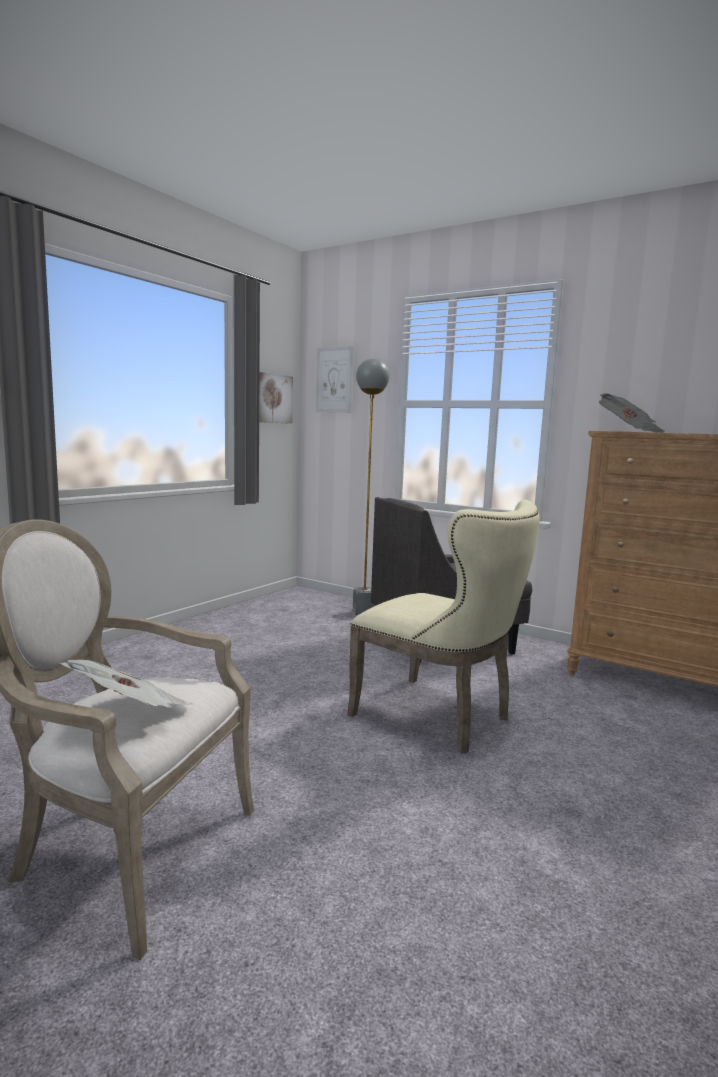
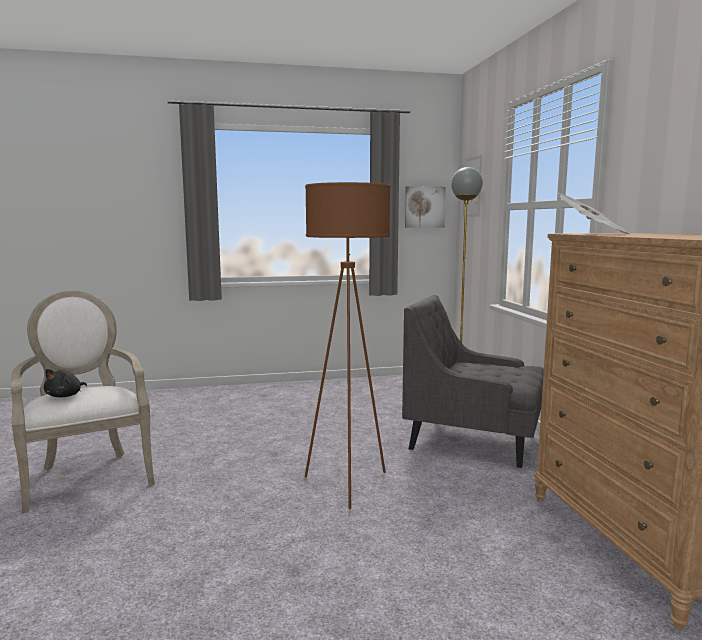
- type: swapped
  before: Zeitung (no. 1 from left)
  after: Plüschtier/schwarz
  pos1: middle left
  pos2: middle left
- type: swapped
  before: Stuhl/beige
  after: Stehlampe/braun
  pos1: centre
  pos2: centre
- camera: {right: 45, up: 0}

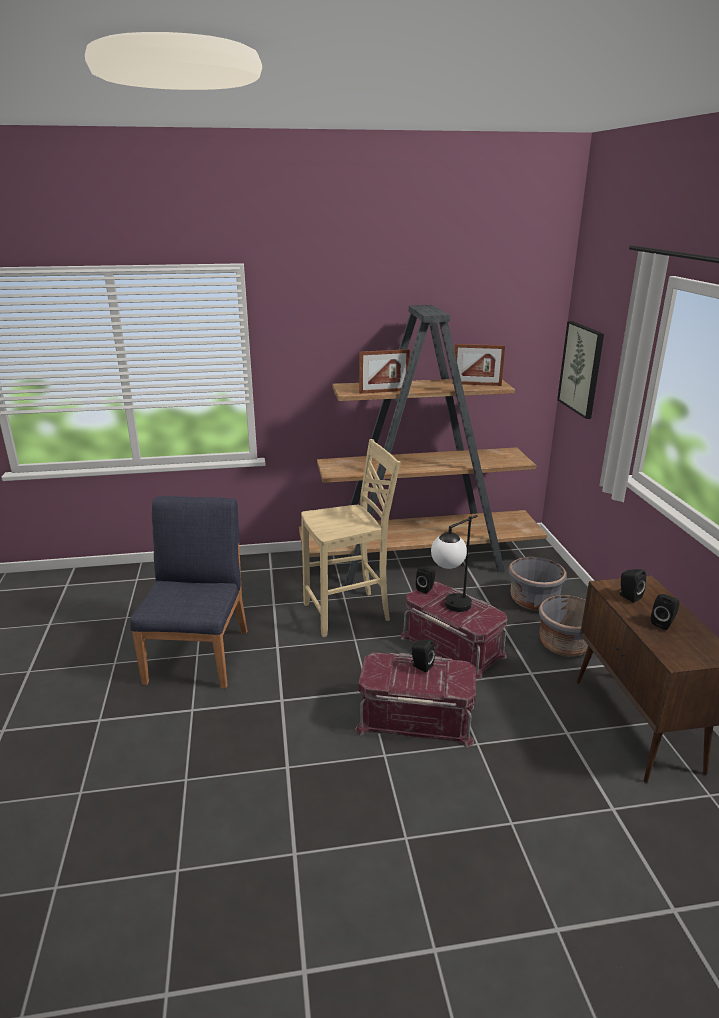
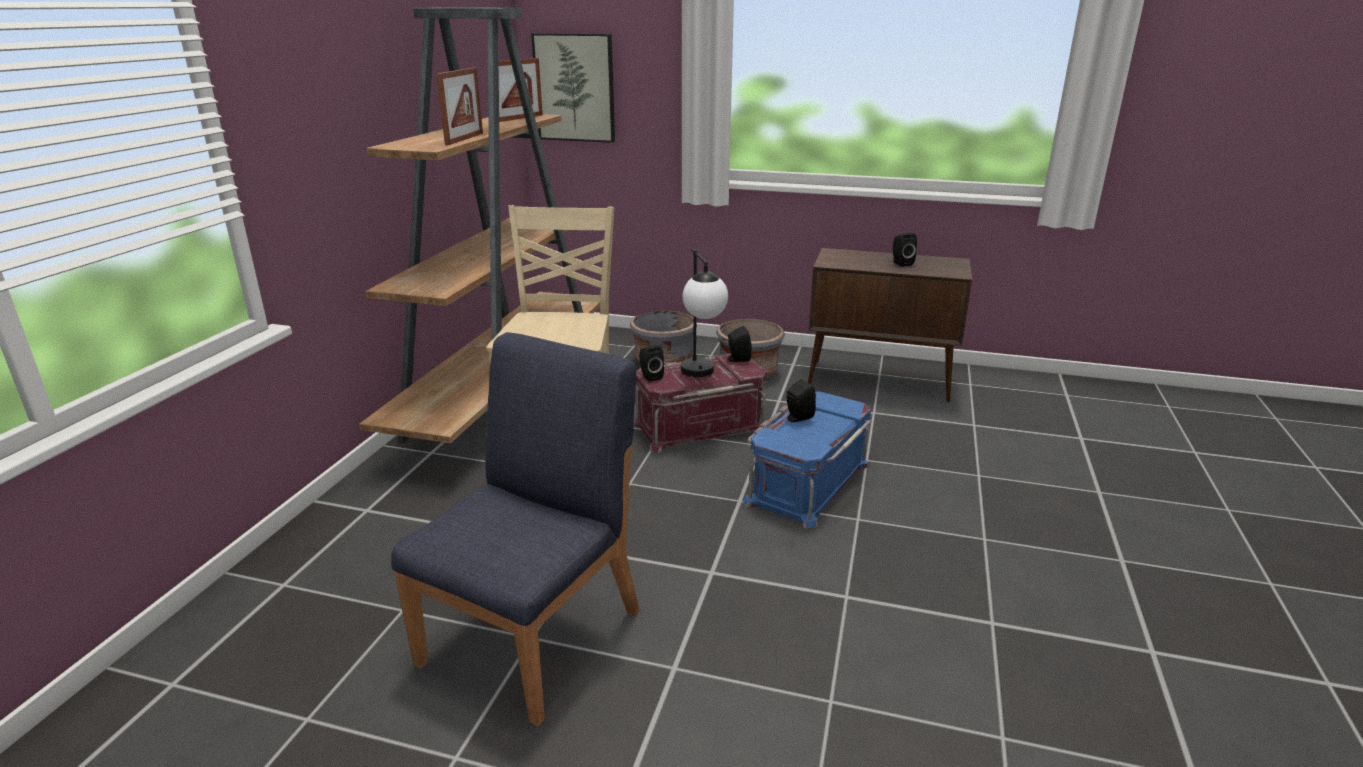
- type: shifted
  before: Lautsprecher/schwarz (no. 3 from left in the first image)
  after: Lautsprecher/schwarz (no. 2 from left)
  pos1: middle right
  pos2: centre
- type: repainted
  before: Aufbewahrungsbox/rot (no. 1 from left)
  after: Aufbewahrungsbox/blau
  pos1: bottom centre
  pos2: centre
- type: rotated
  before: Stuhl/blau
  pos1: middle left
  pos2: bottom centre
  turn: 90
- camera: {right: -65, up: 0}

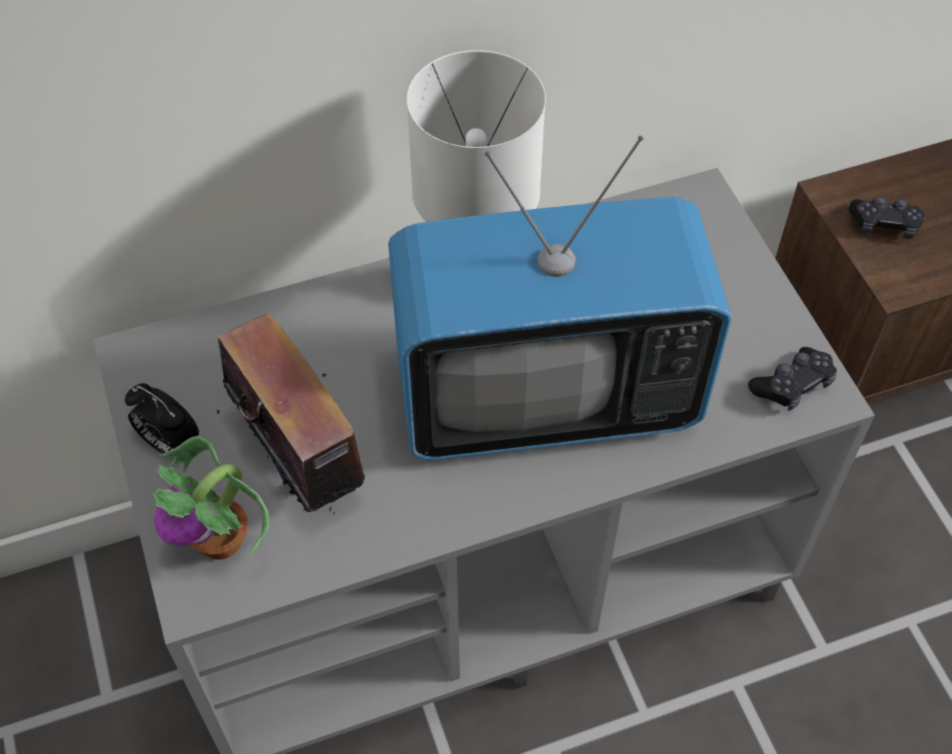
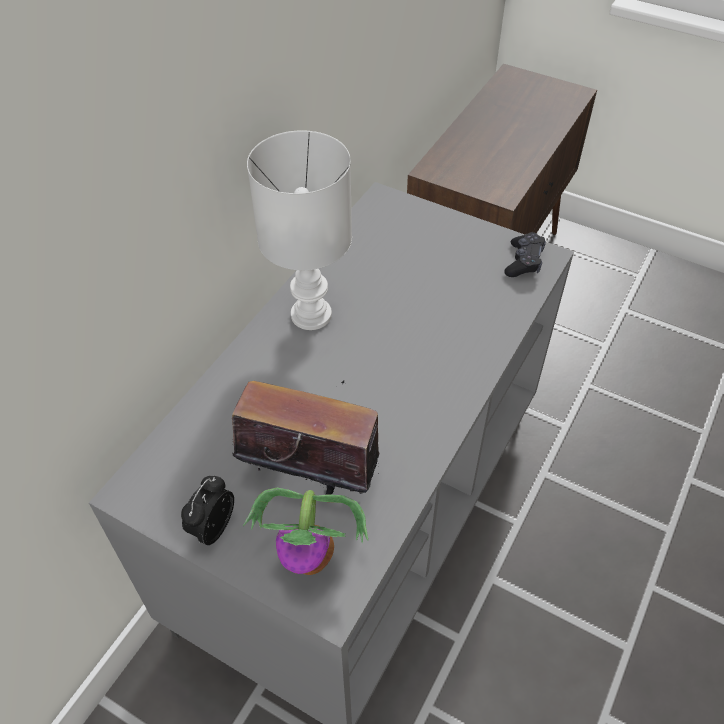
- type: gone
  before: Fernseher
  pos1: centre
- type: gone
  before: Gamepad/schwarz (no. 2 from left)
  pos1: top right
- type: rotated
  before: Wecker
  pos1: middle left
  pos2: bottom left
  turn: 120
- camera: {right: -40, up: -5}

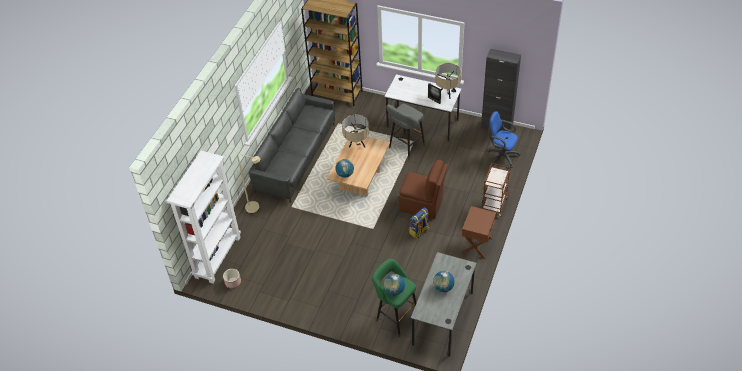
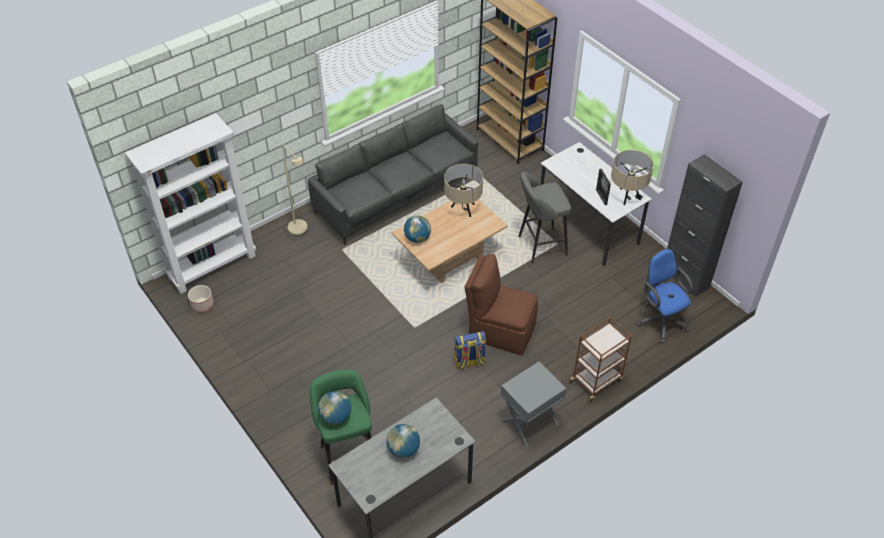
- type: repainted
  before: Nachttisch/braun
  after: Nachttisch/grau
  pos1: centre
  pos2: bottom centre
- type: rotated
  before: Stuhl/braun
  pos1: centre
  pos2: centre
  turn: 150
- camera: {right: 30, up: 0}

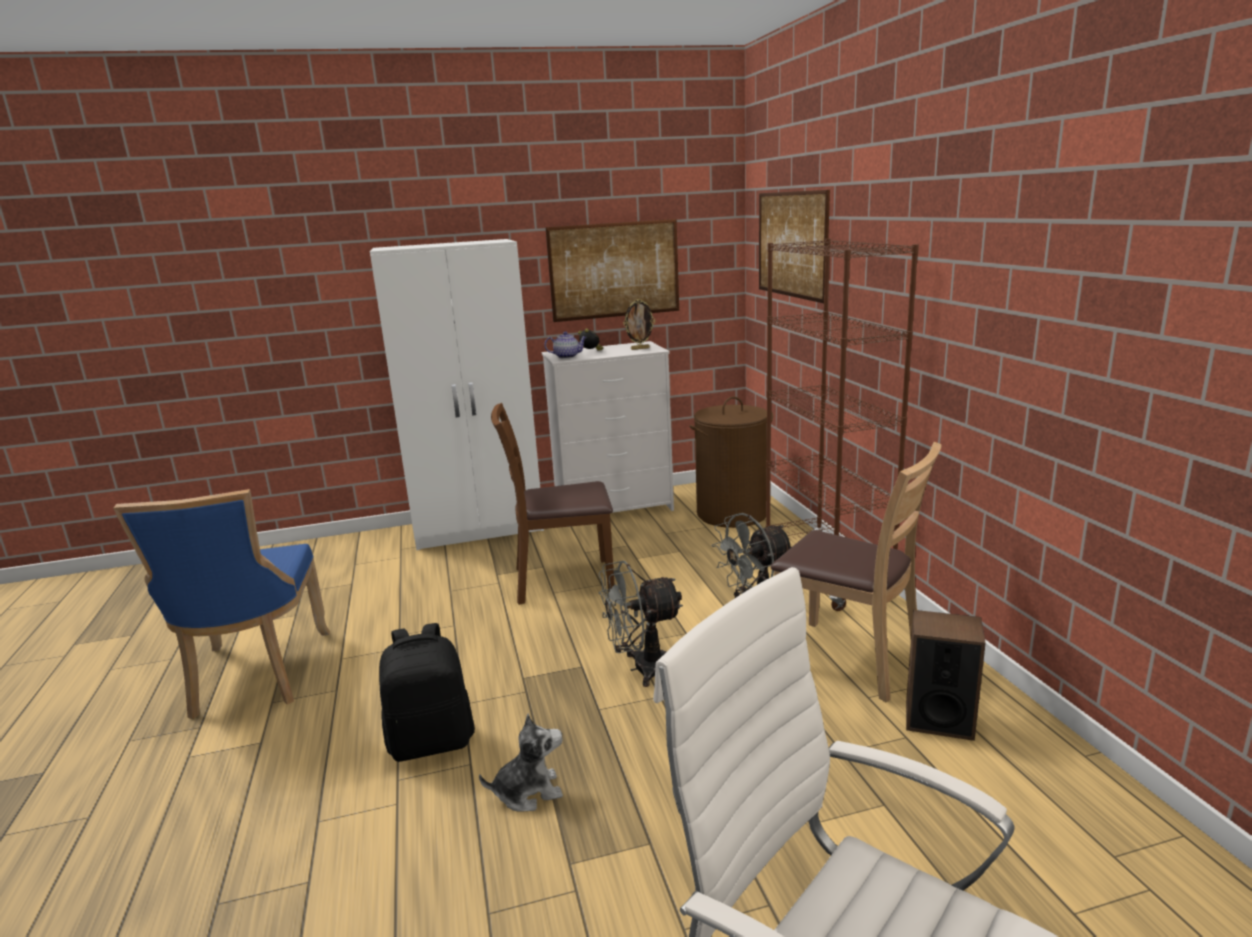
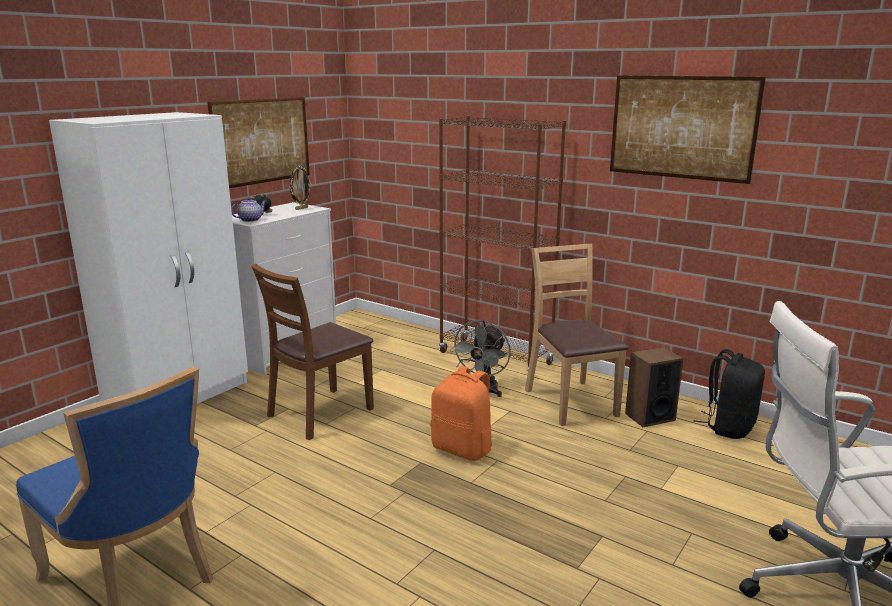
- type: gone
  before: Plüschtier
  pos1: bottom centre
- type: gone
  before: Wäschekorb/braun
  pos1: centre
- type: shifted
  before: Rucksack/schwarz
  pos1: bottom centre
  pos2: middle right
- type: shifted
  before: Bild (no. 2 from left)
  pos1: top centre
  pos2: top right
- type: swapped
  before: Ventilator/grau (no. 1 from left)
  after: Rucksack/orange
  pos1: centre
  pos2: bottom centre
- type: rotated
  before: Stuhl/braun (no. 2 from left)
  pos1: middle right
  pos2: centre
  turn: -105
- camera: {right: -40, up: 0}

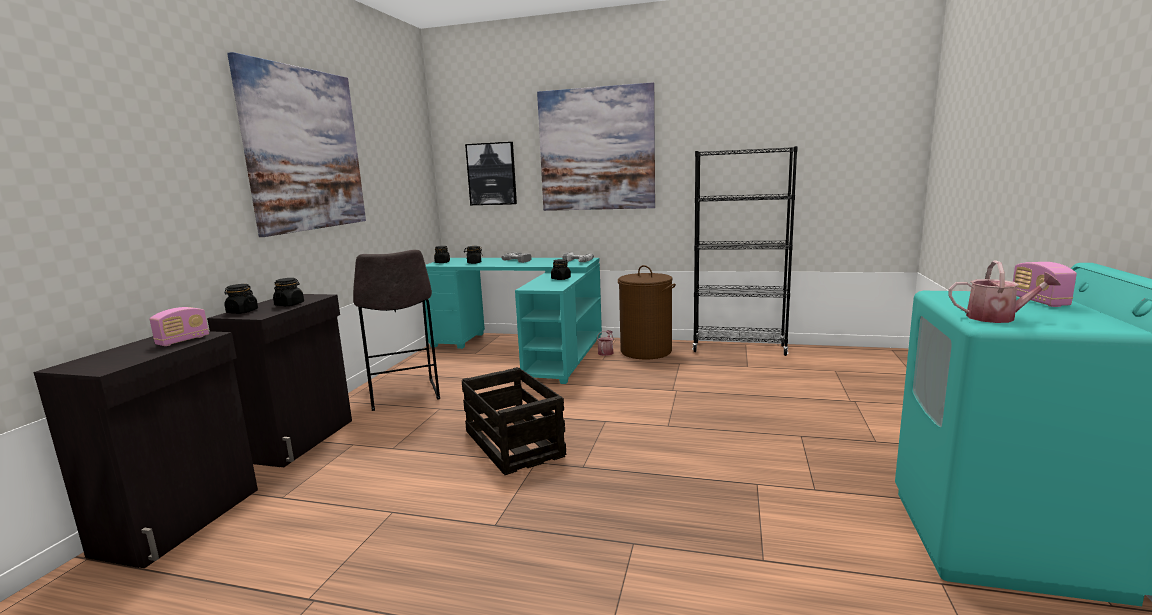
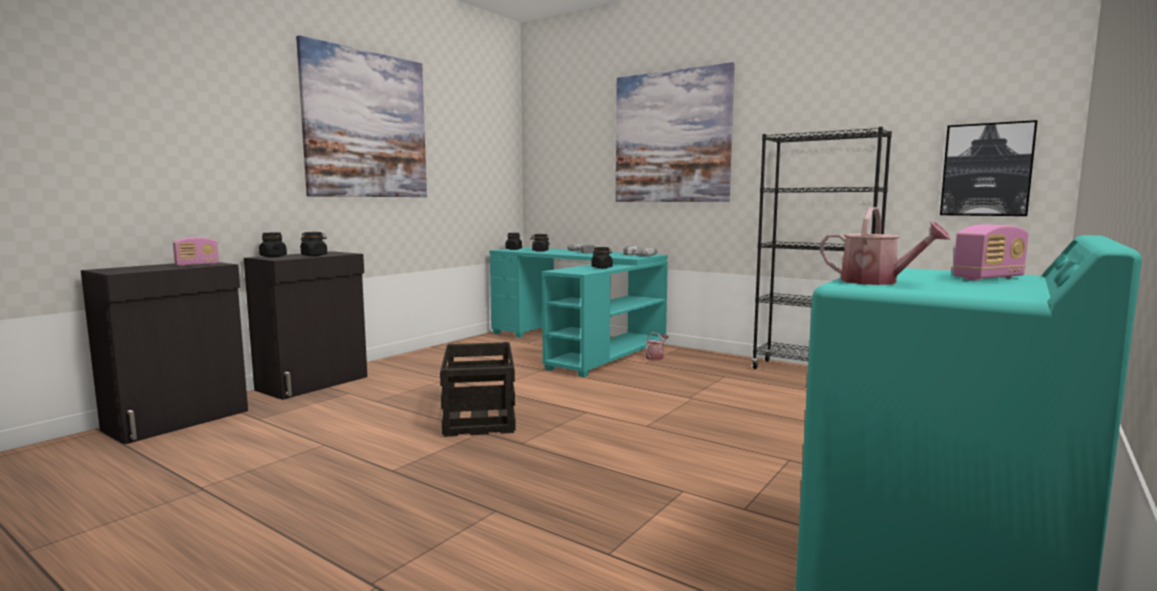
- type: gone
  before: Hocker/grau
  pos1: centre
- type: gone
  before: Wäschekorb/braun
  pos1: centre
- type: shifted
  before: Bild (no. 2 from left in the first image)
  after: Bild (no. 3 from left)
  pos1: top centre
  pos2: top right
- type: rotated
  before: Radio (no. 2 from left)
  pos1: middle right
  pos2: middle right
  turn: -135
- camera: {right: 20, up: -5}

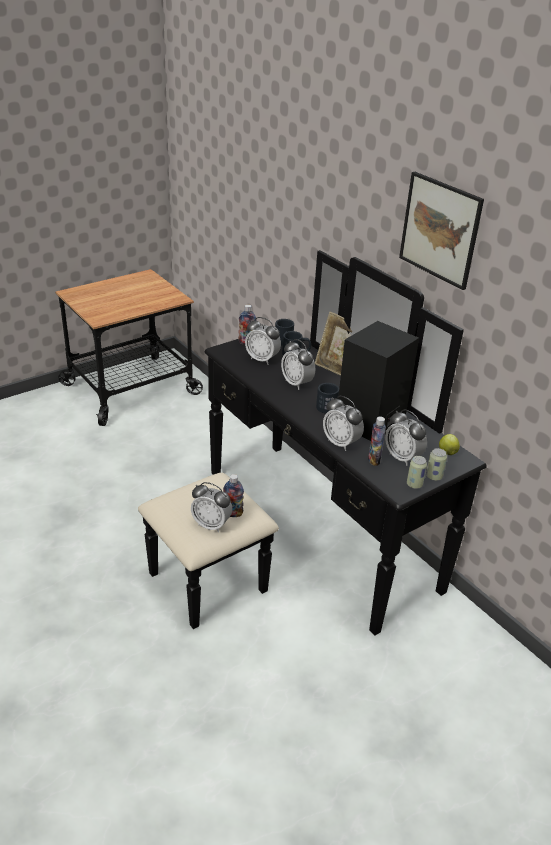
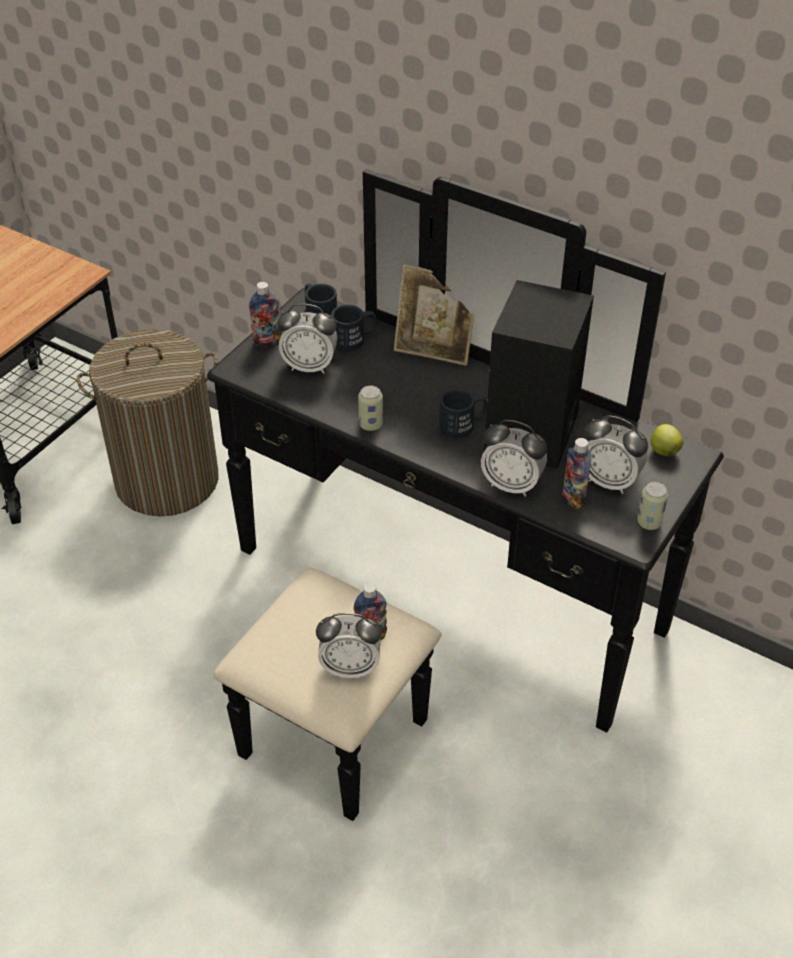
- type: gone
  before: Wecker (no. 3 from left)
  pos1: centre
- type: gone
  before: Bild
  pos1: top right
- type: new
  after: Wäschekorb
  pos2: middle left
- type: shifted
  before: Dose (no. 2 from left in the first image)
  after: Dose (no. 1 from left)
  pos1: middle right
  pos2: centre
- camera: {right: -20, up: 10}

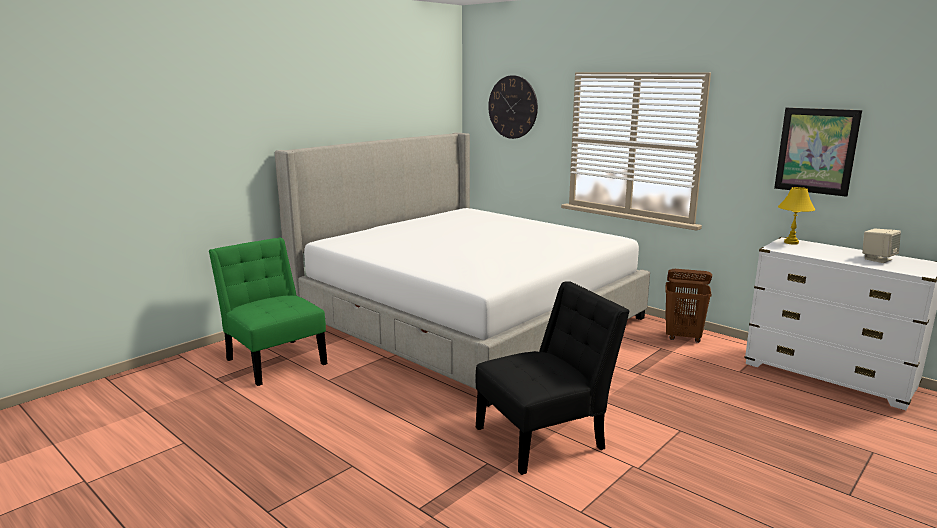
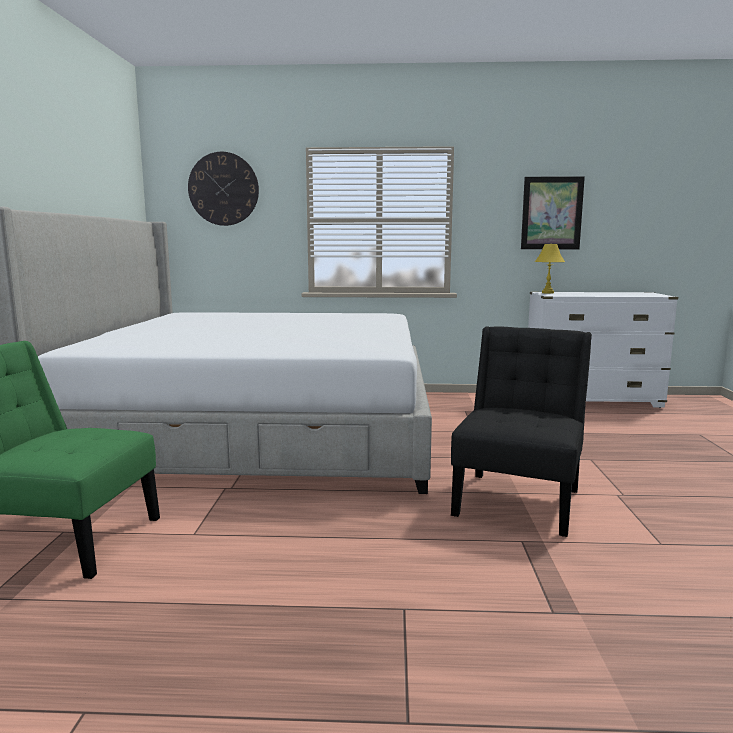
- type: gone
  before: Wäschekorb/braun
  pos1: middle right
- type: gone
  before: Lautsprecher/beige
  pos1: middle right
- camera: {right: -40, up: -5}

